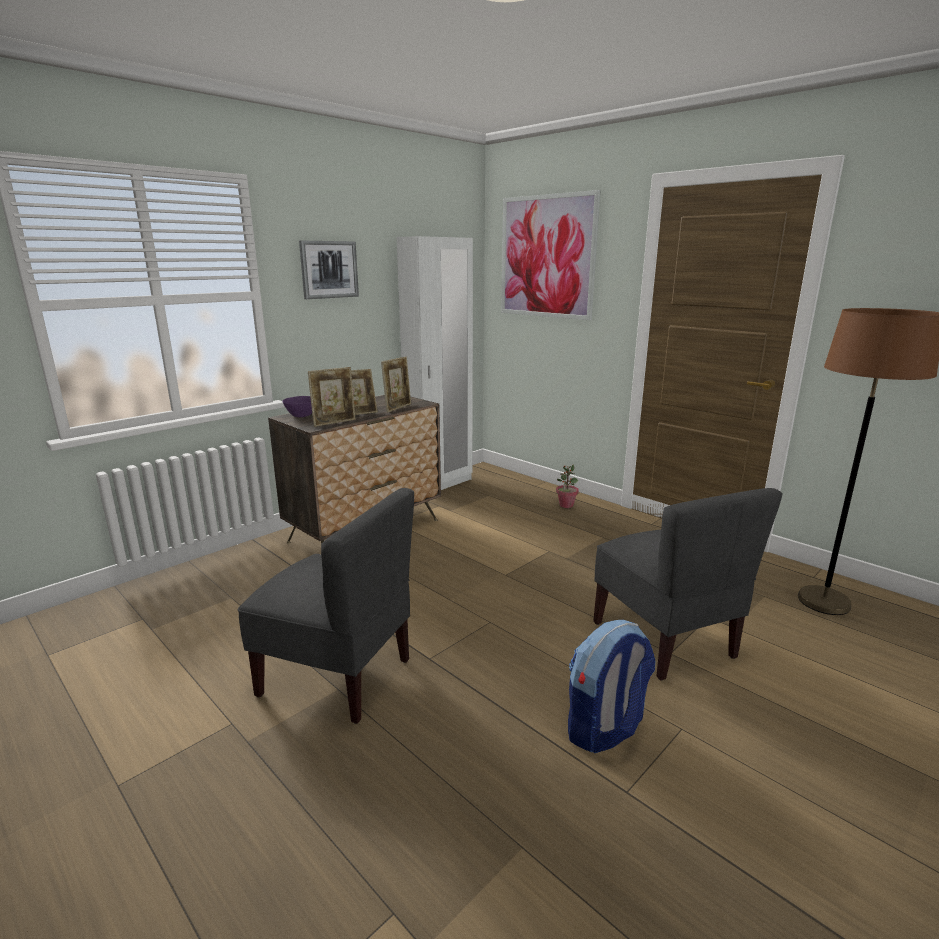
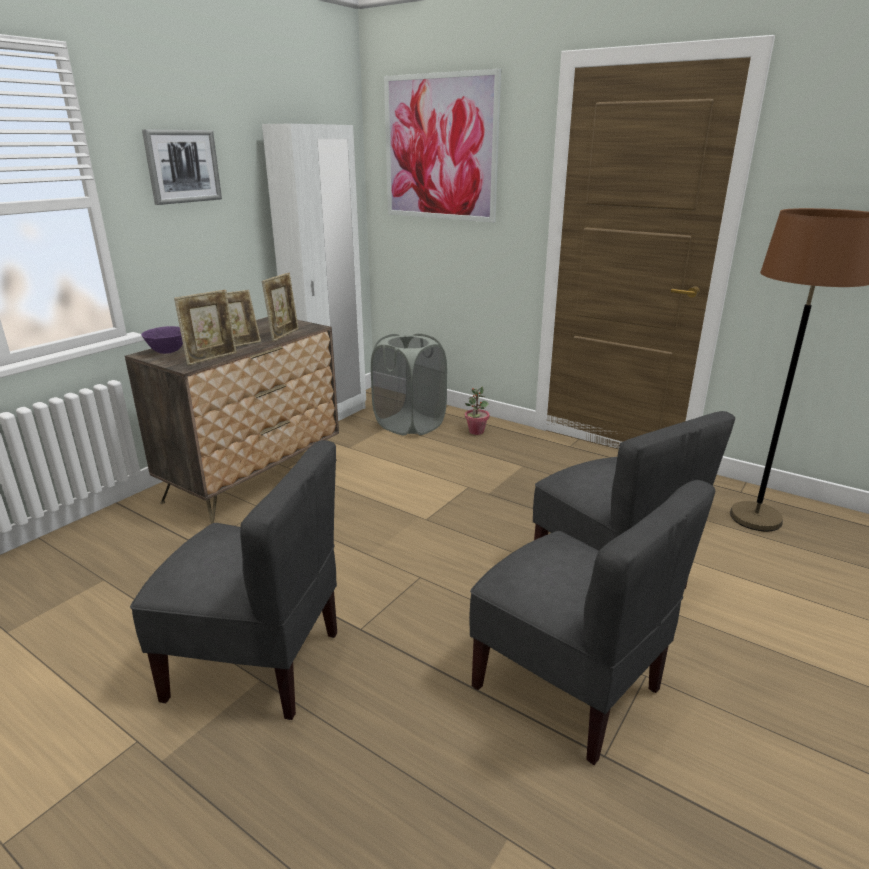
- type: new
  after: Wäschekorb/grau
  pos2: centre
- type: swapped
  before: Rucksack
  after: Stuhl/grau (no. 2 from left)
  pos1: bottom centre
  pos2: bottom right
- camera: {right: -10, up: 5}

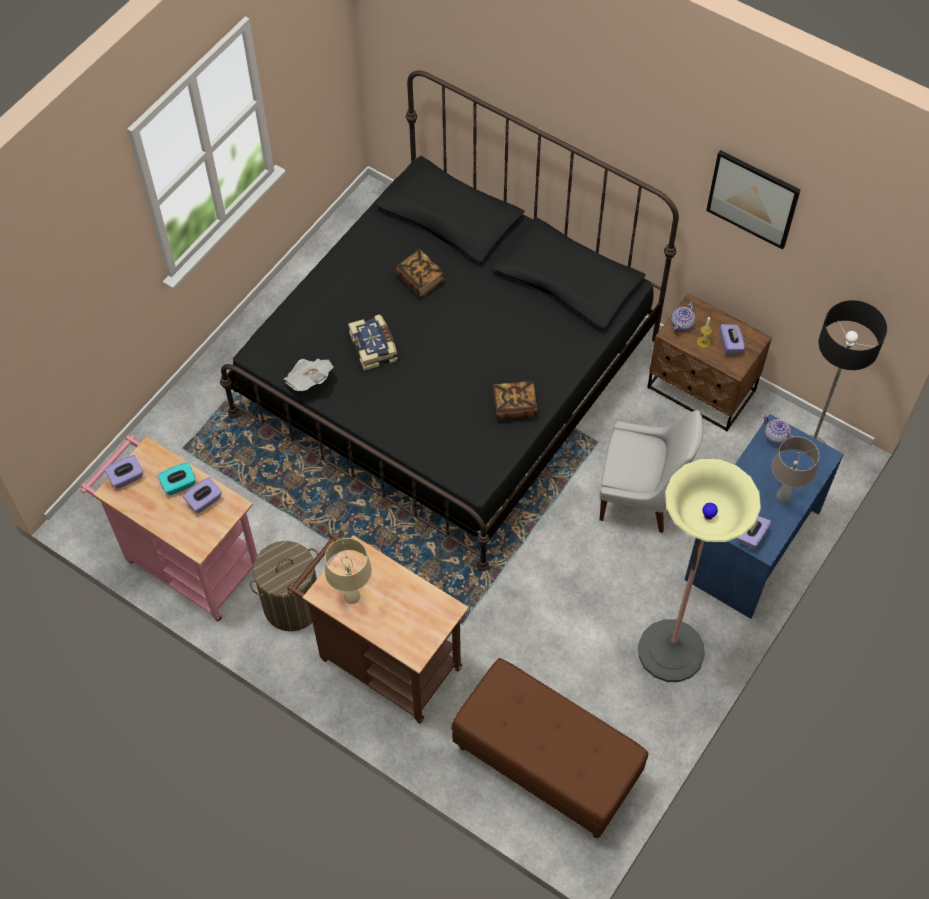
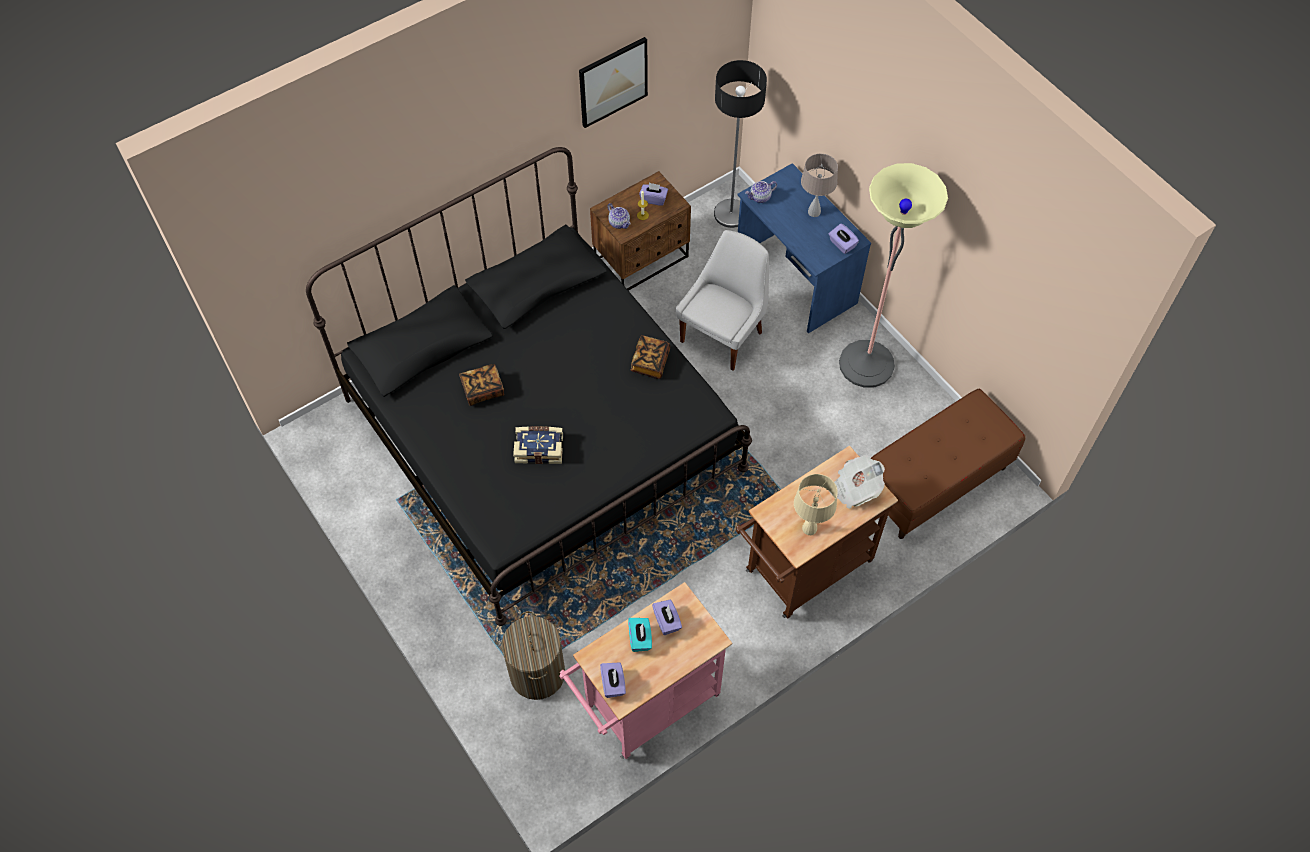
- type: shifted
  before: Wäschekorb
  pos1: middle left
  pos2: bottom centre
- type: shifted
  before: Zeitung
  pos1: middle left
  pos2: centre
- camera: {right: -70, up: 0}

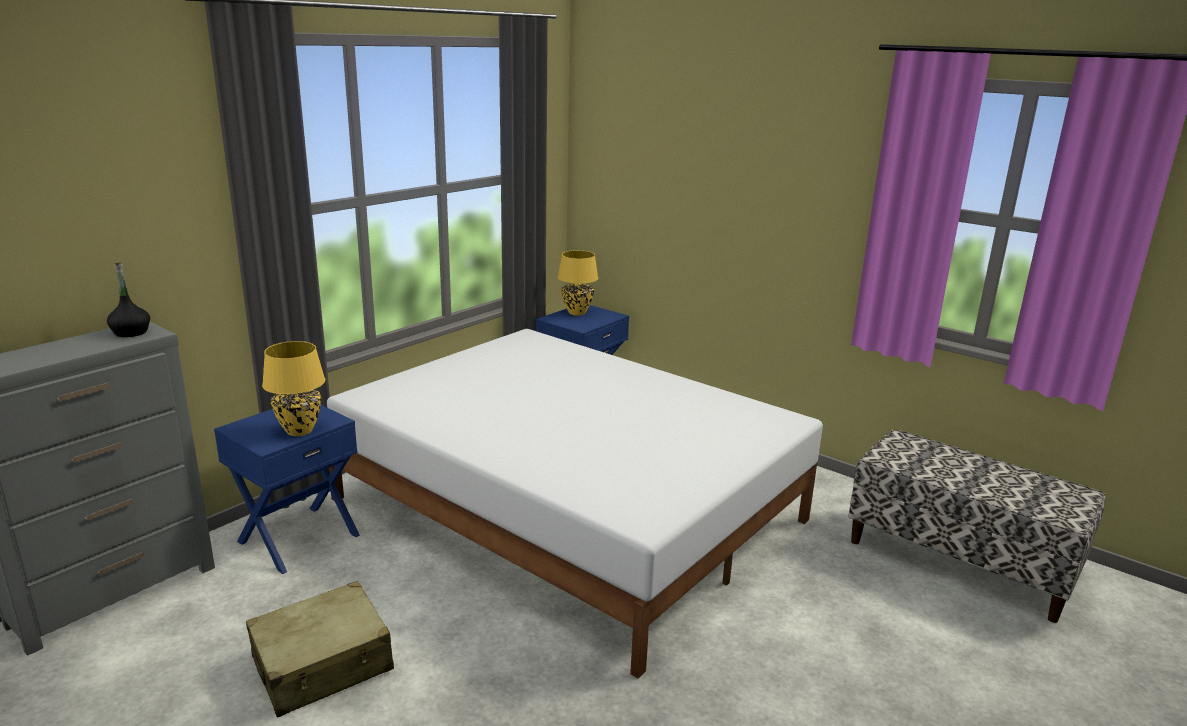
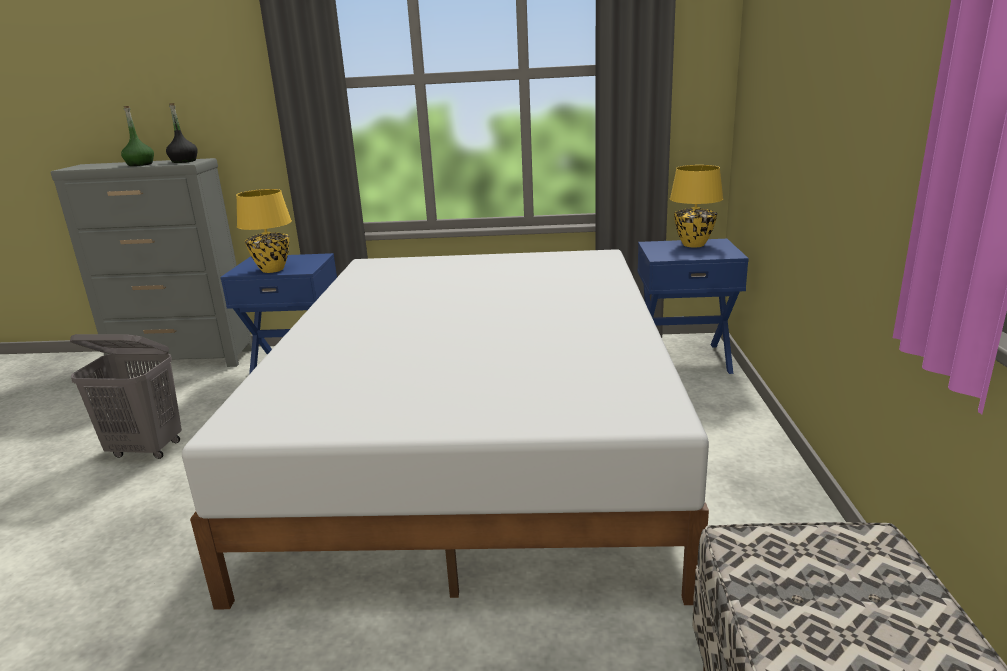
- type: new
  after: Flasche/grün
  pos2: top left
- type: swapped
  before: Koffer/beige
  after: Wäschekorb/grau
  pos1: bottom left
  pos2: middle left
- camera: {right: 55, up: 0}

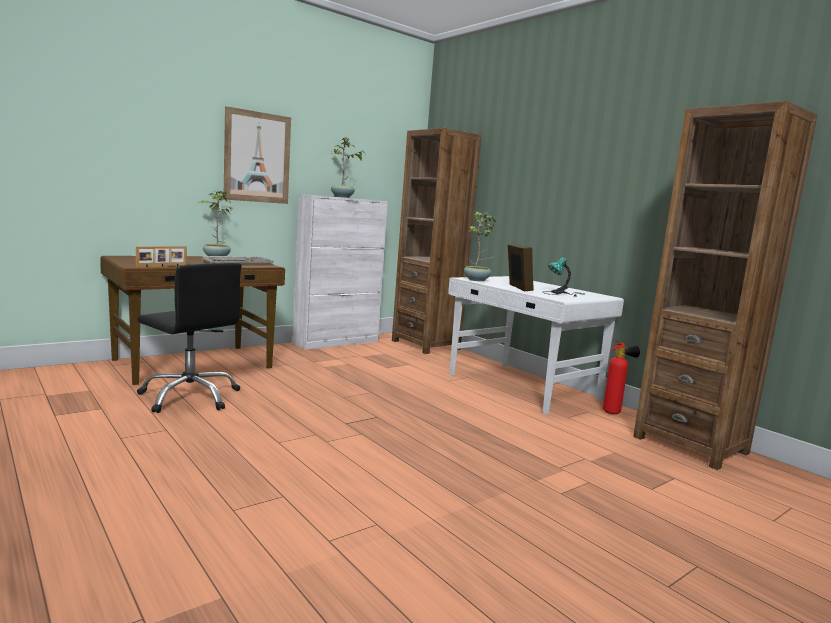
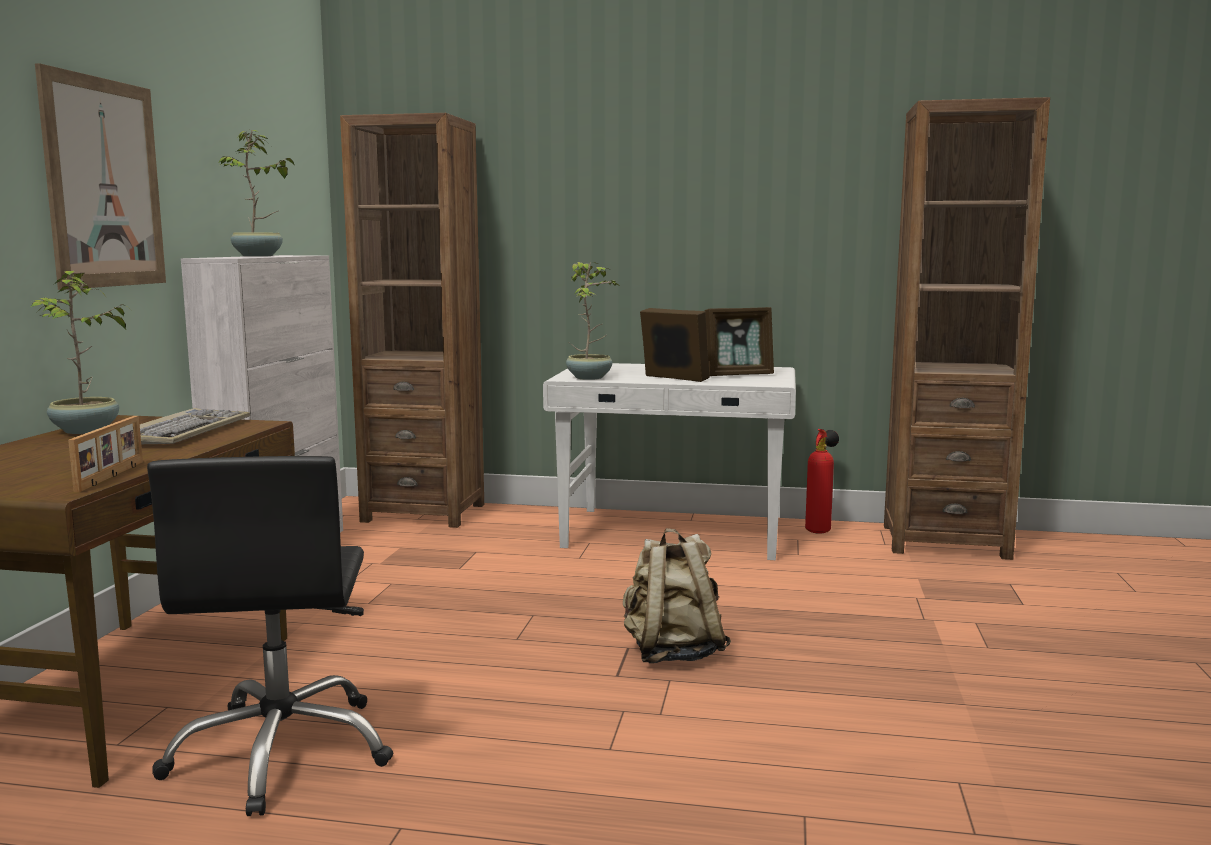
- type: new
  after: Rucksack/beige
  pos2: bottom centre
- type: swapped
  before: Tischlampe
  after: Bilderrahmen (no. 3 from left)
  pos1: middle right
  pos2: centre
- type: rotated
  before: Bürostuhl/schwarz
  pos1: middle left
  pos2: bottom left
  turn: 90
- camera: {right: -40, up: 0}

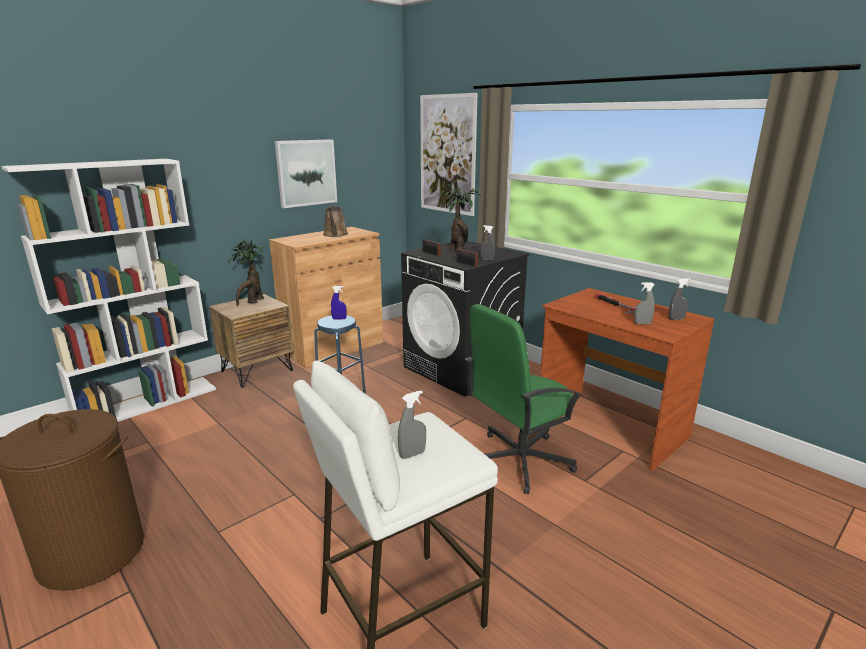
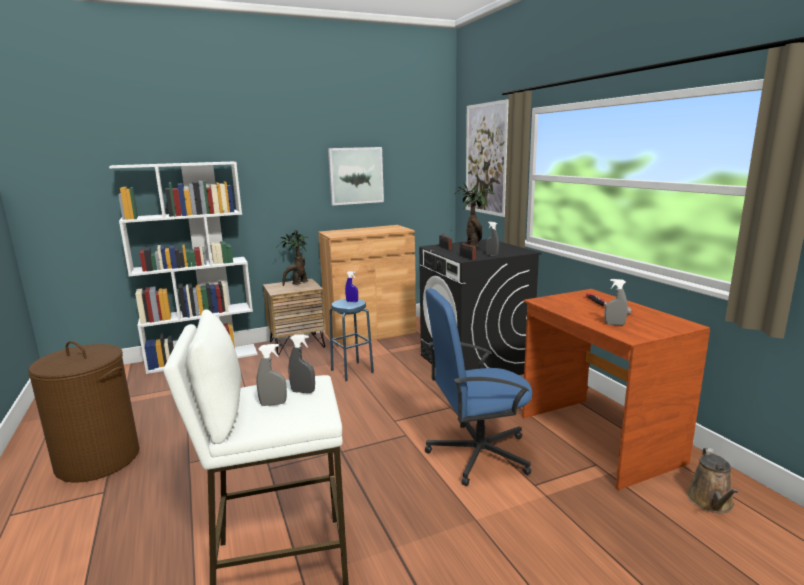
- type: shifted
  before: Gießkanne/braun
  pos1: centre
  pos2: bottom right
- type: shifted
  before: Sprühflasche/grau (no. 4 from left in the first image)
  after: Sprühflasche/grau (no. 2 from left)
  pos1: middle right
  pos2: centre
- type: repainted
  before: Bürostuhl/grün
  after: Bürostuhl/blau
  pos1: centre
  pos2: centre
- camera: {right: 20, up: -5}

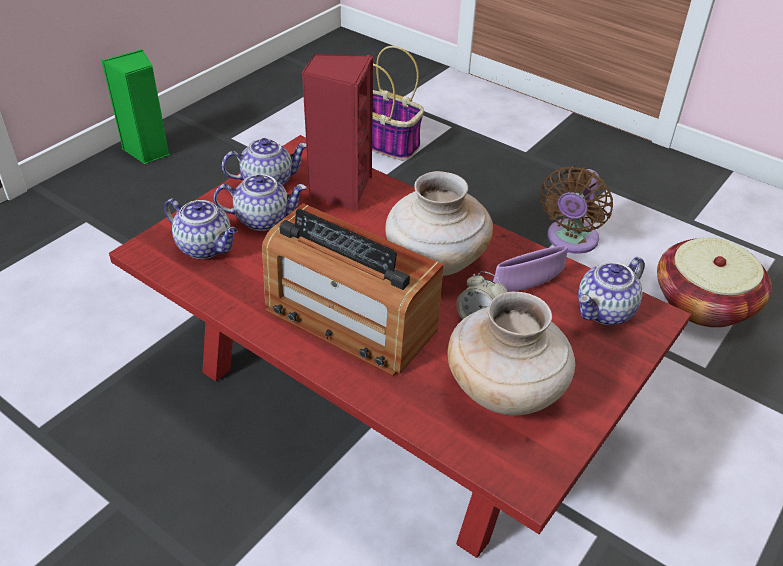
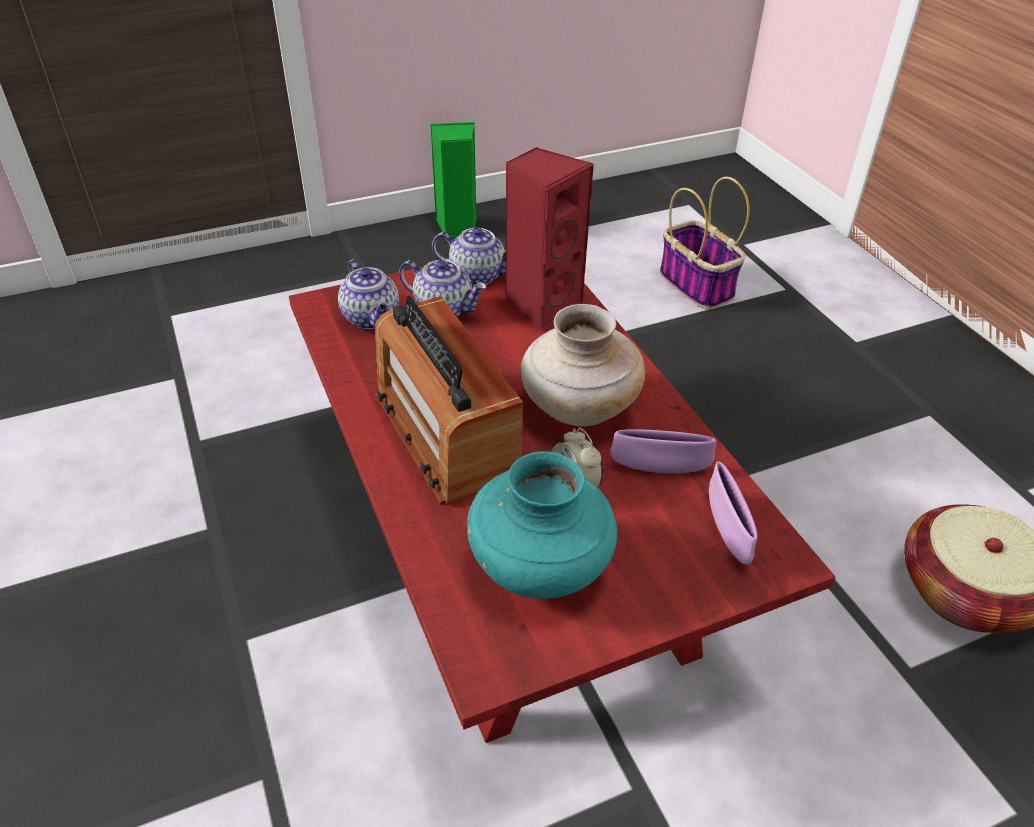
- type: gone
  before: Ventilator/braun
  pos1: middle right
- type: swapped
  before: Teekanne (no. 4 from left)
  after: Schüssel/lila (no. 2 from left)
  pos1: middle right
  pos2: middle right
- type: repainted
  before: Vase/beige (no. 2 from left)
  after: Vase/türkis
  pos1: centre
  pos2: centre
- camera: {right: 30, up: 0}

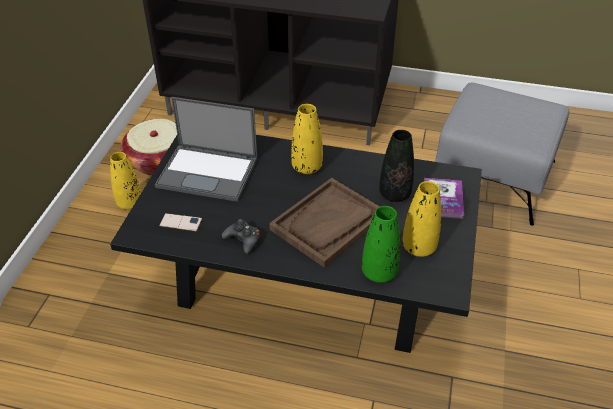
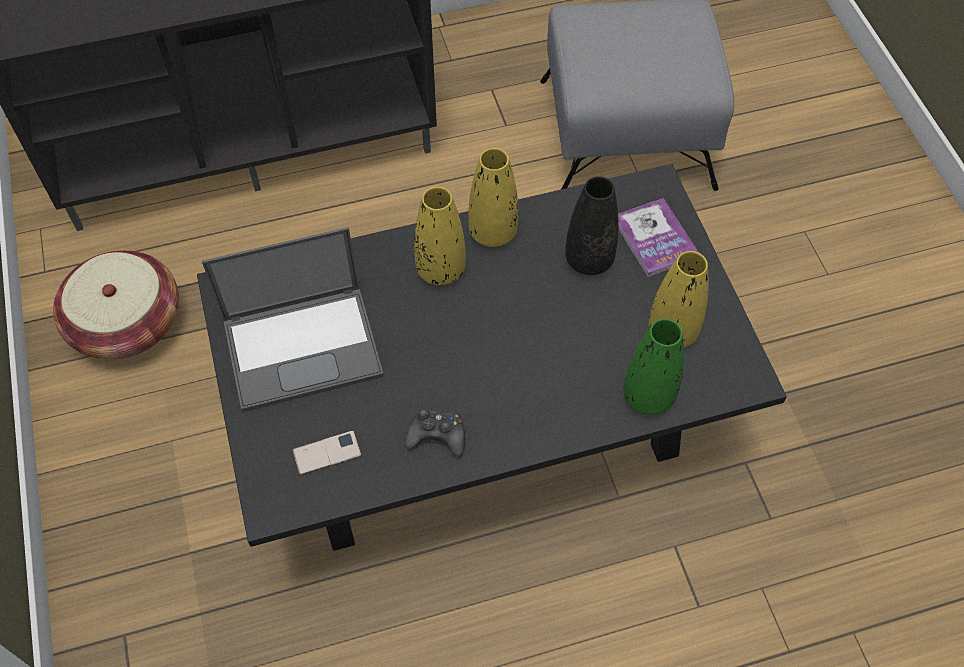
- type: gone
  before: Tablett/braun
  pos1: centre
- type: shifted
  before: Vase/gelb (no. 1 from left in the first image)
  after: Vase/gelb (no. 2 from left)
  pos1: middle left
  pos2: top centre
- camera: {right: -30, up: 15}

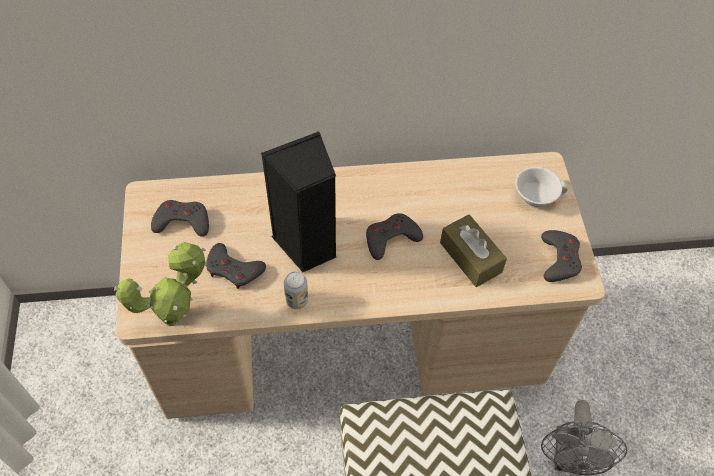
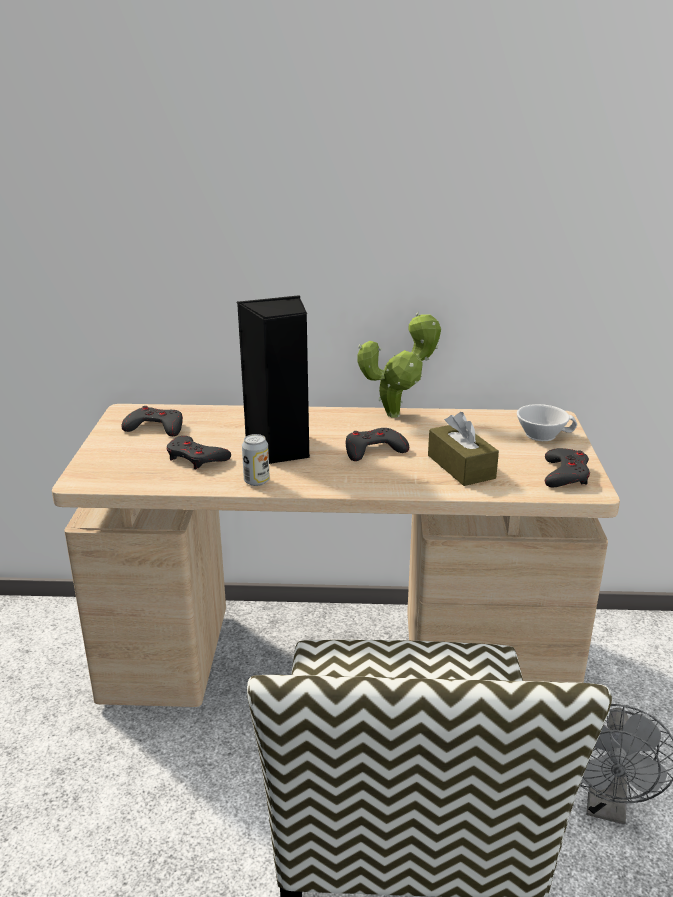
- type: shifted
  before: Topfpflanze
  pos1: middle left
  pos2: centre
- camera: {right: 10, up: -30}

